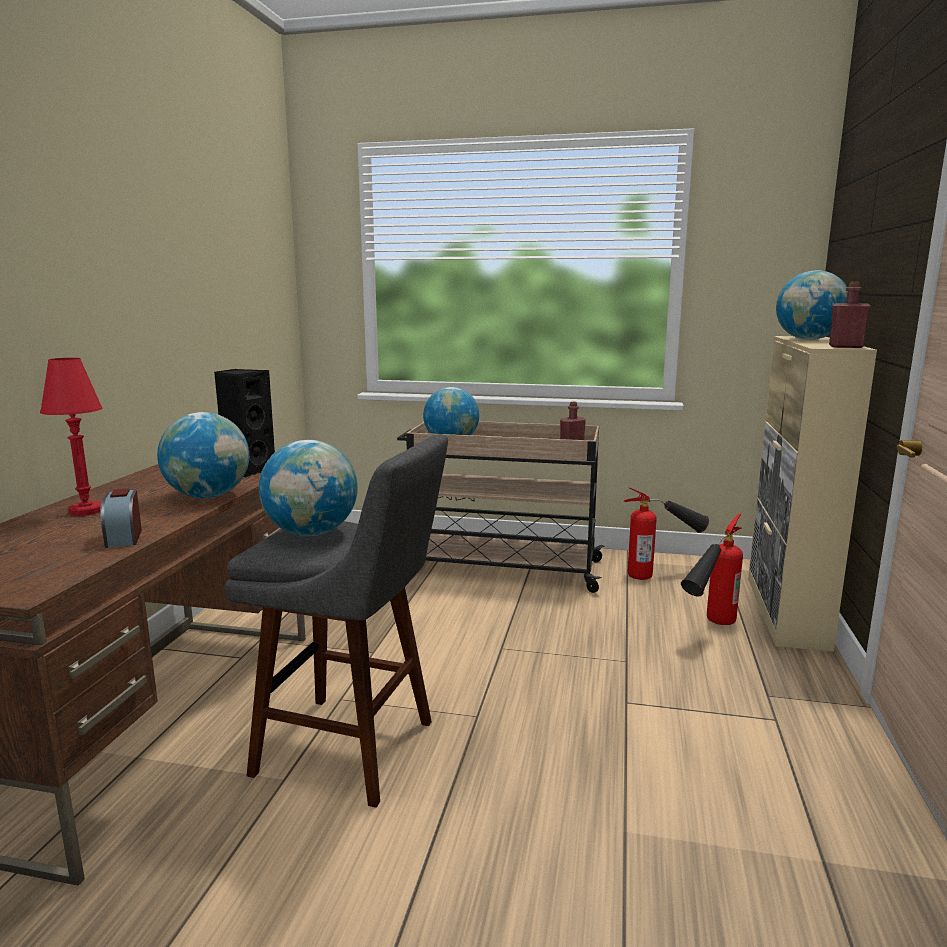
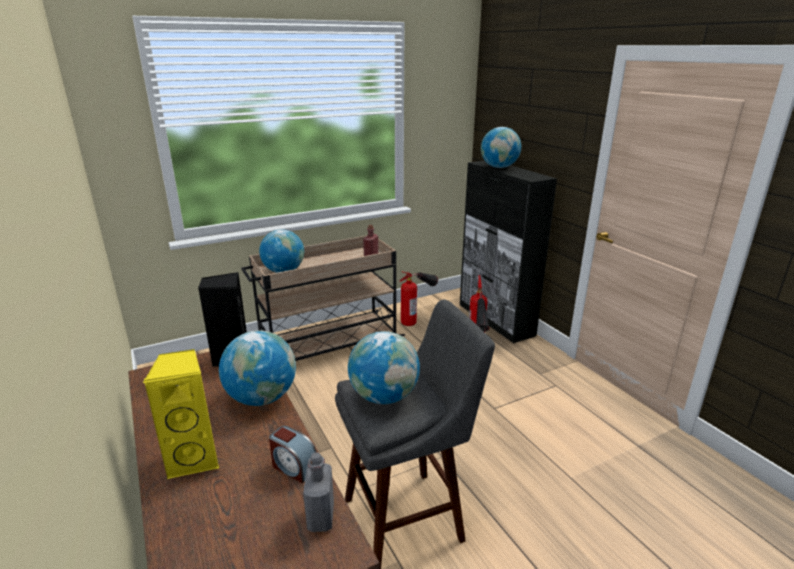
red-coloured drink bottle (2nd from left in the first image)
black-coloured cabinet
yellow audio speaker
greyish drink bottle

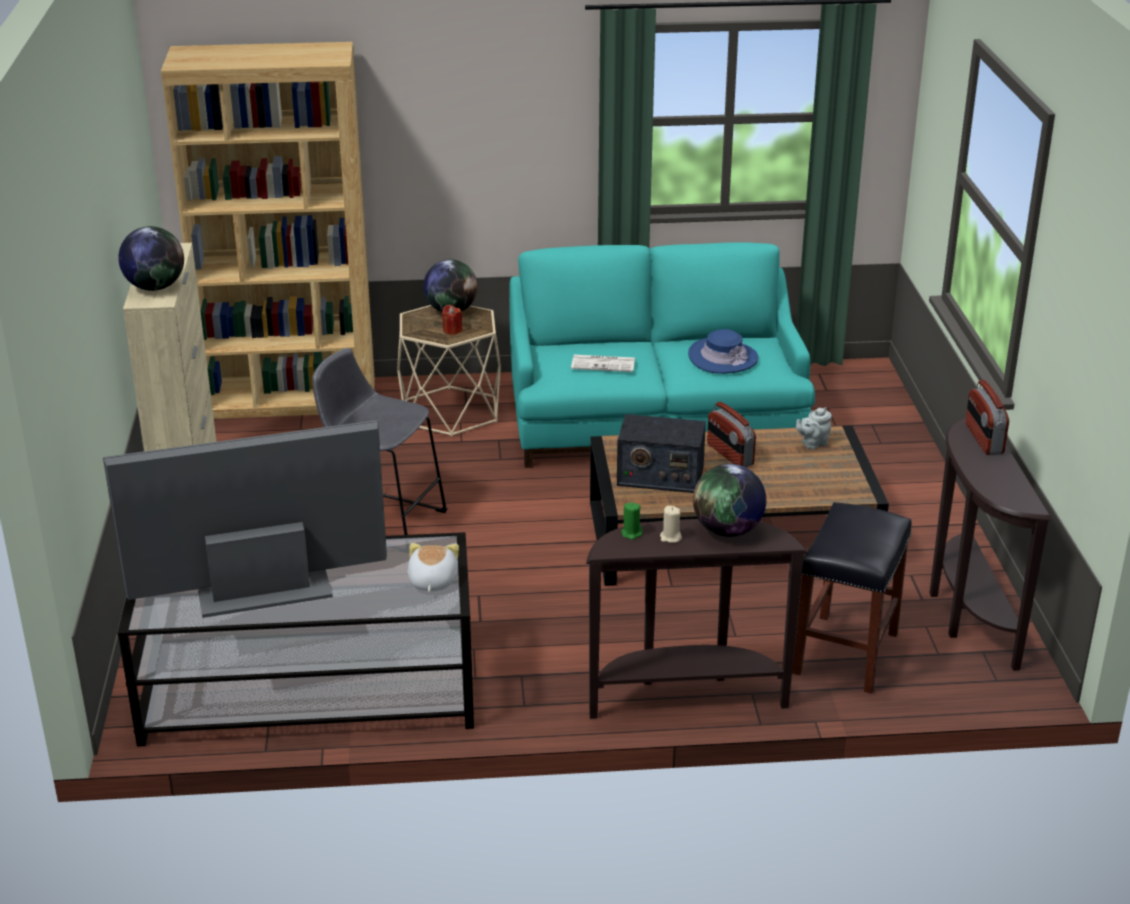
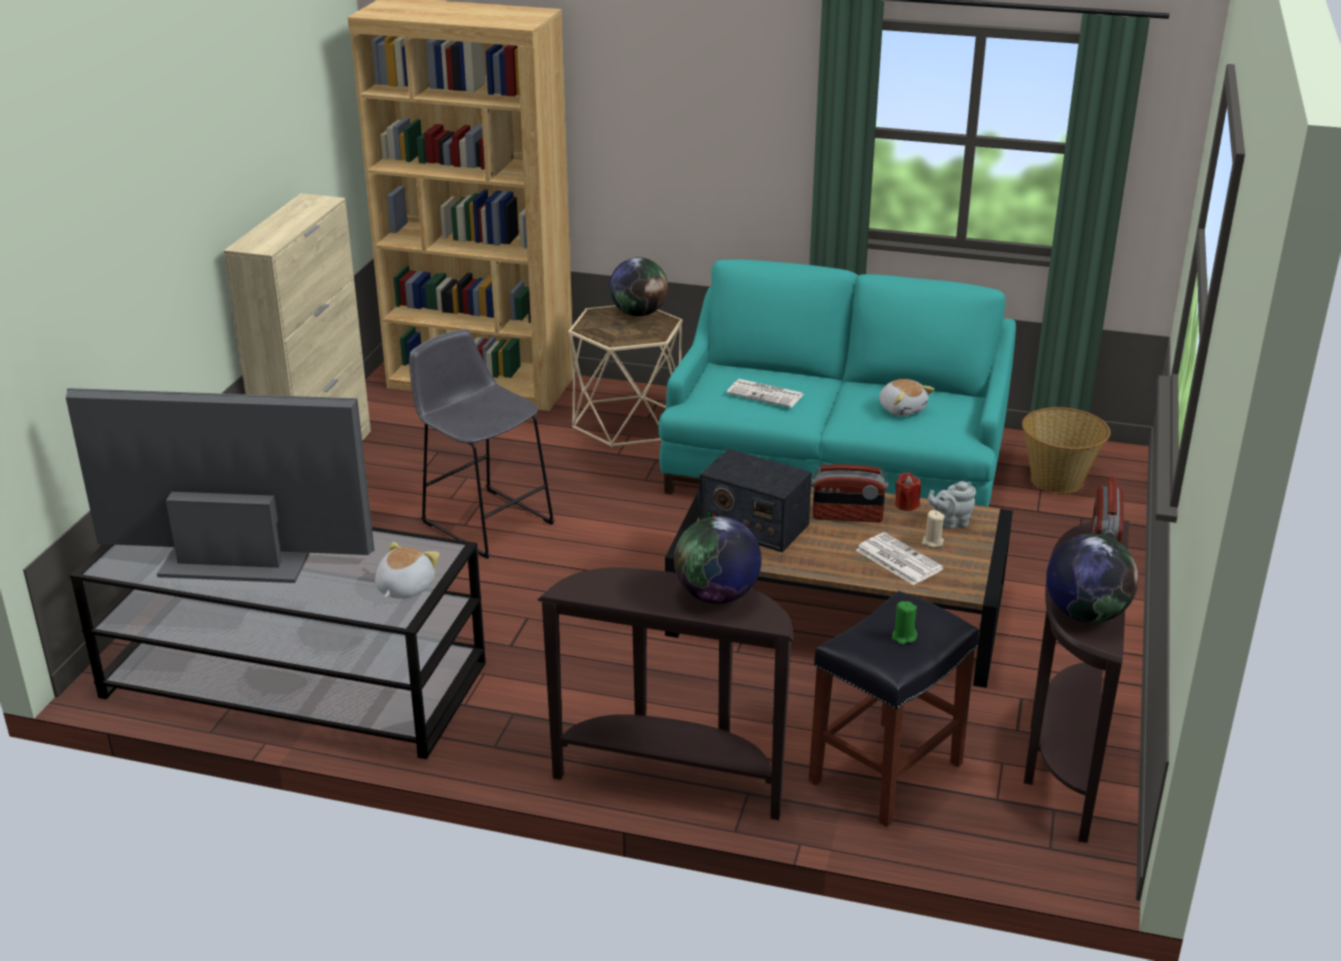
desk globe (3rd from left)
red-coloured candle
cuddly toy (2nd from left)
radio set (2nd from left)
green candle
beige candle
household basket
newspaper (2nd from left)

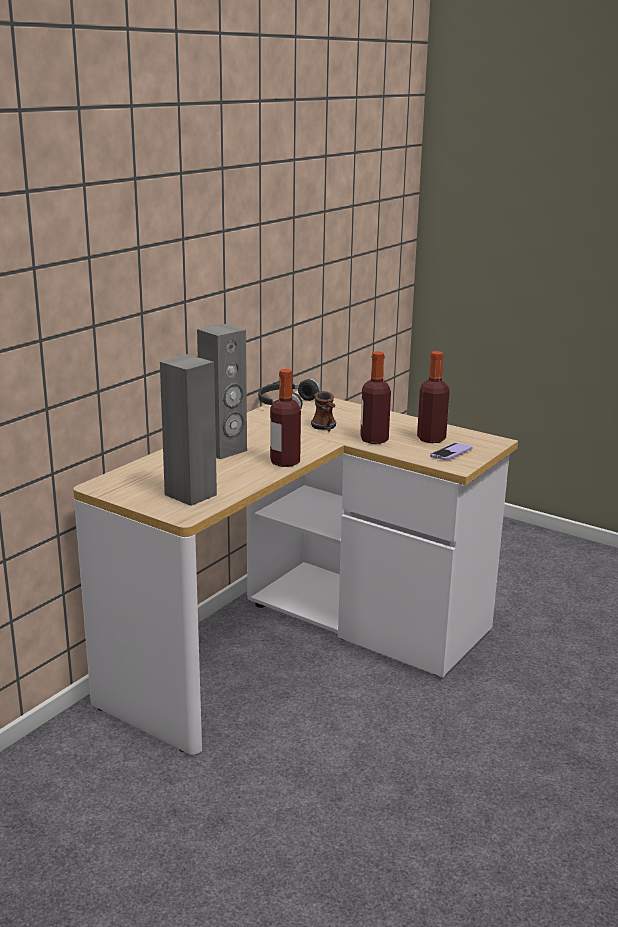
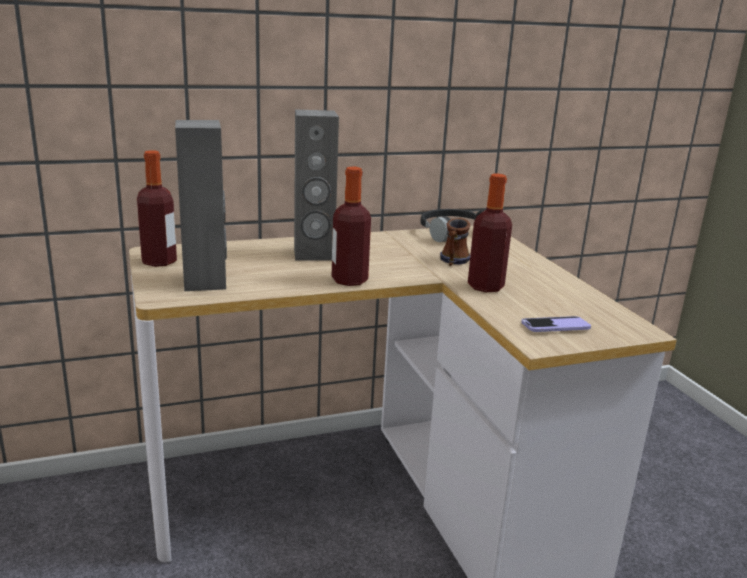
drink bottle (1st from left)

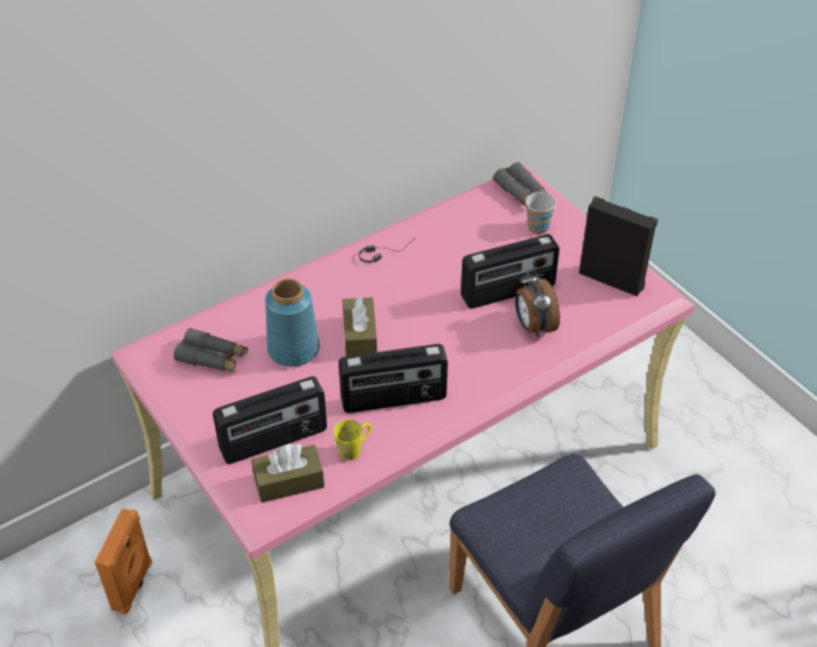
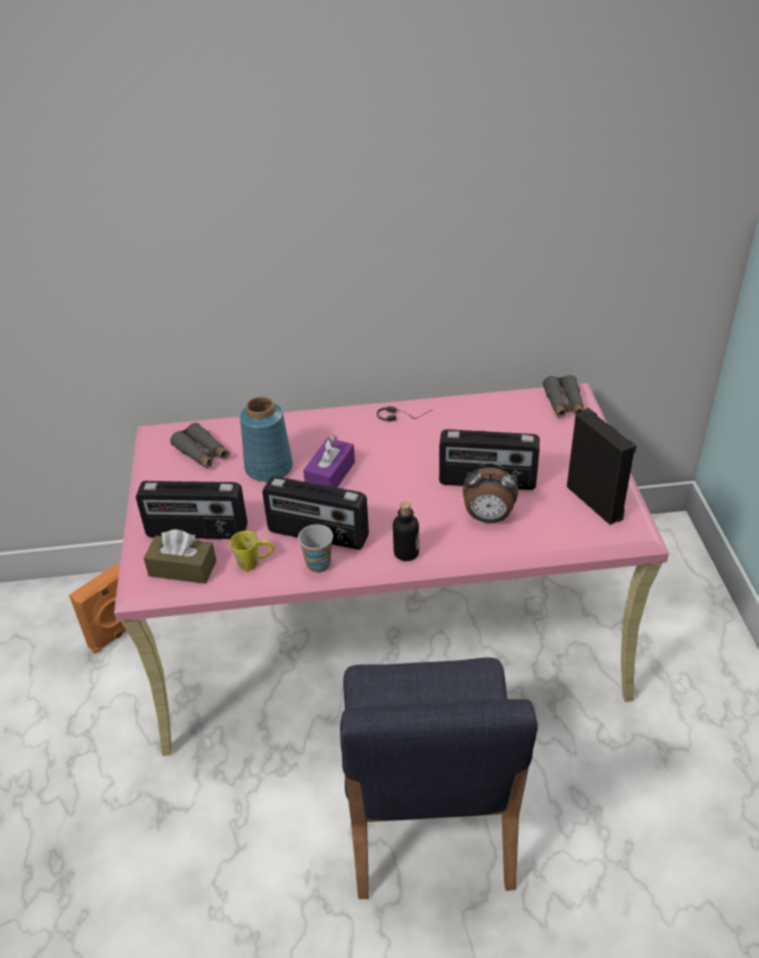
small cup
table clock
purple tissue box
drink bottle

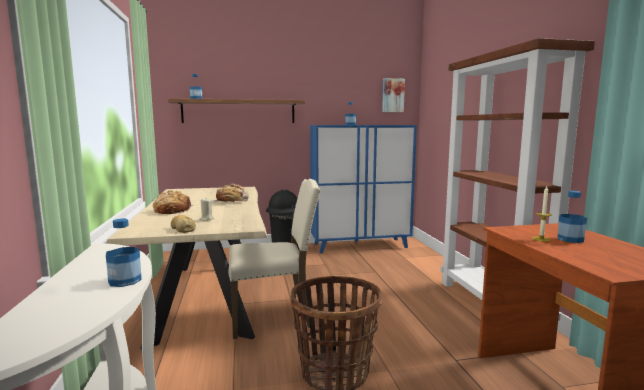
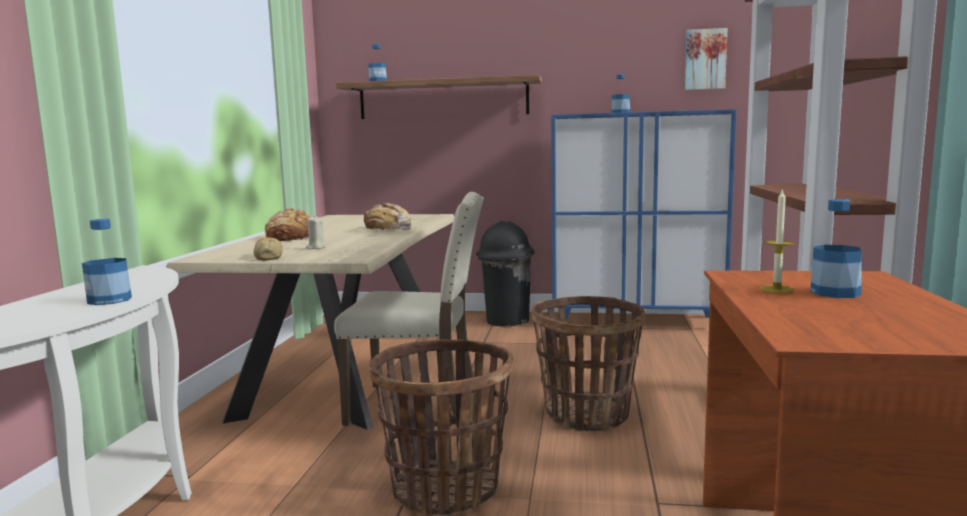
household basket (2nd from left)

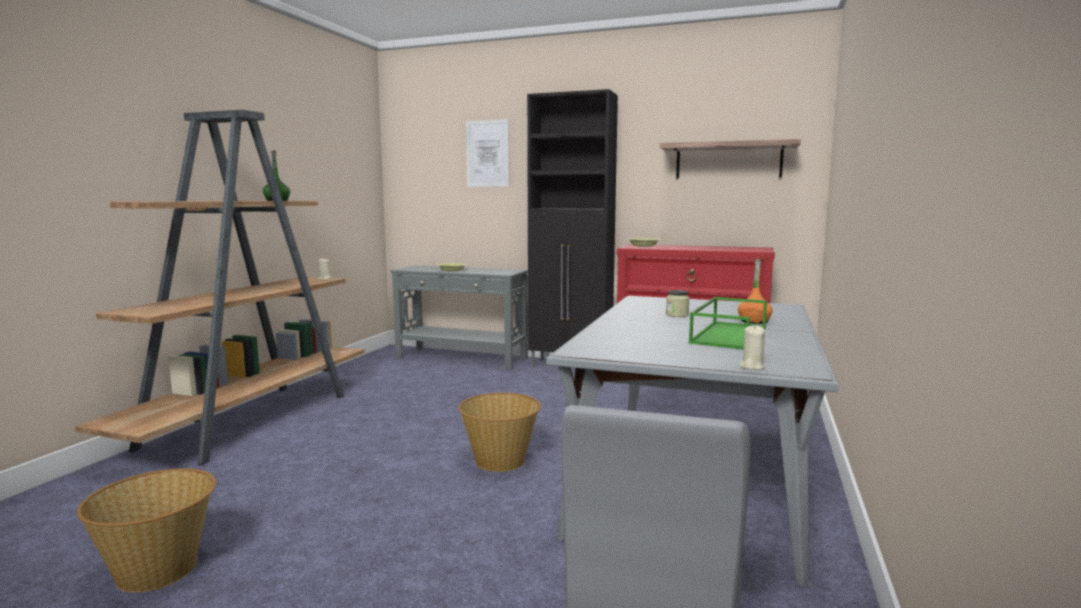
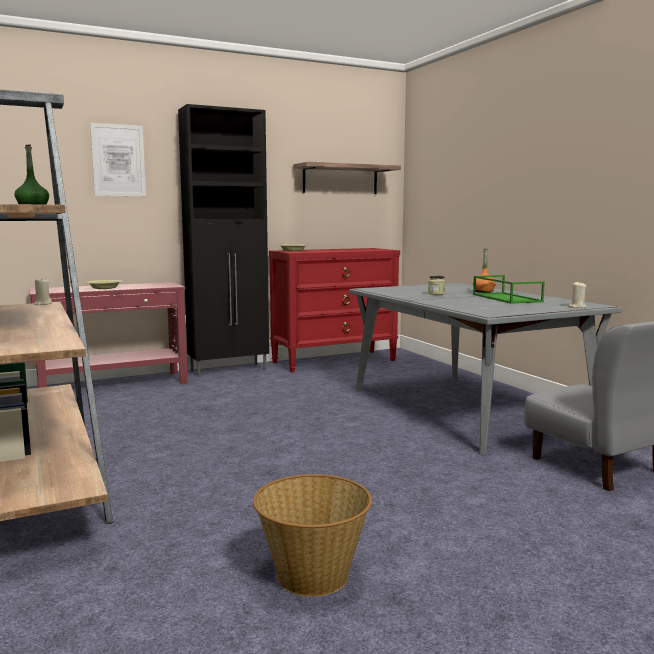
red-coloured hall table
household basket (2nd from left in the first image)

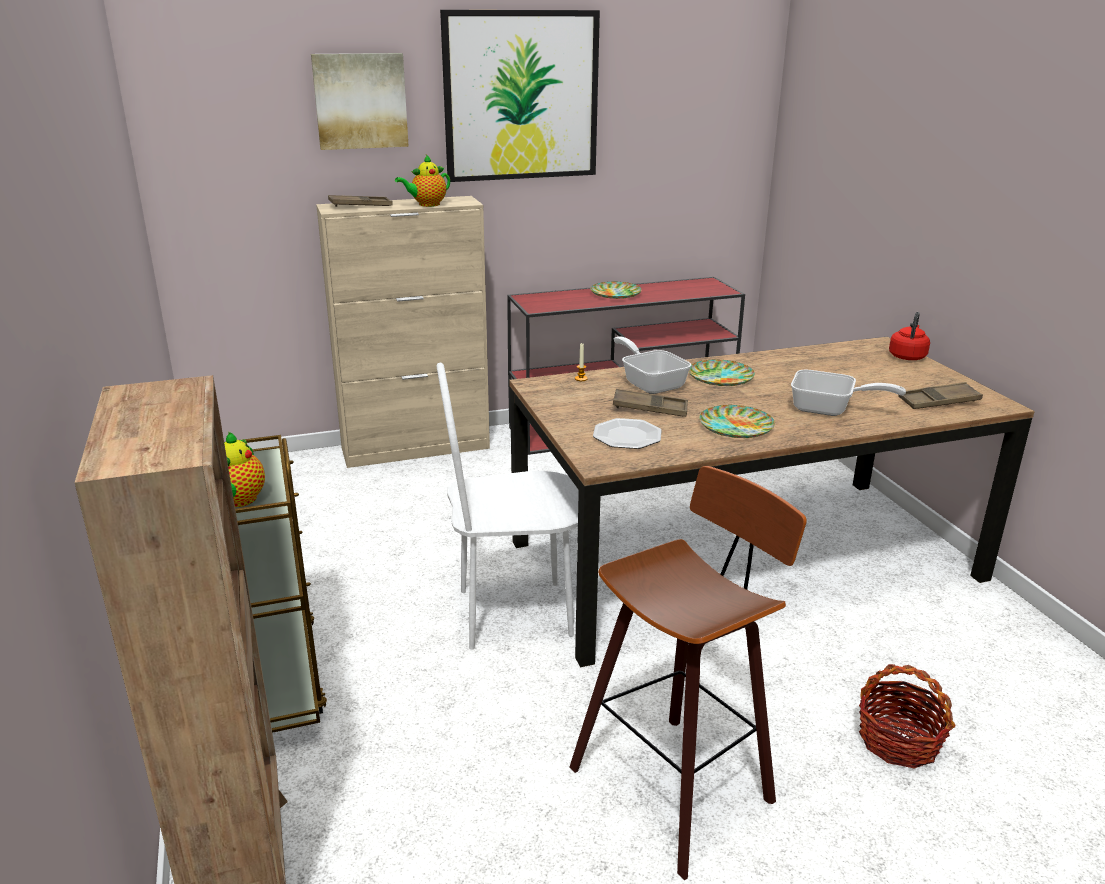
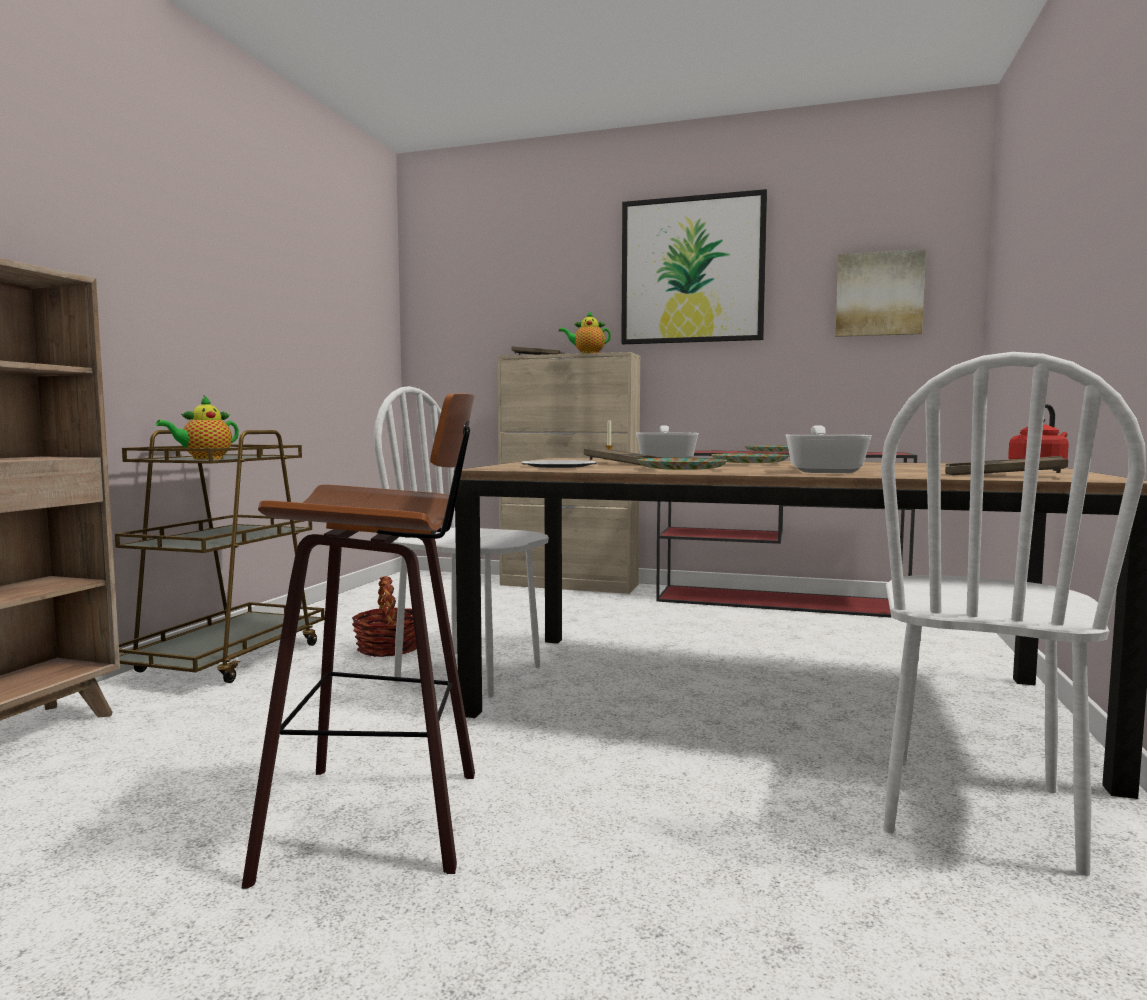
wall picture (2nd from left)
pan (2nd from left)
household basket
white-coloured chair (2nd from left)

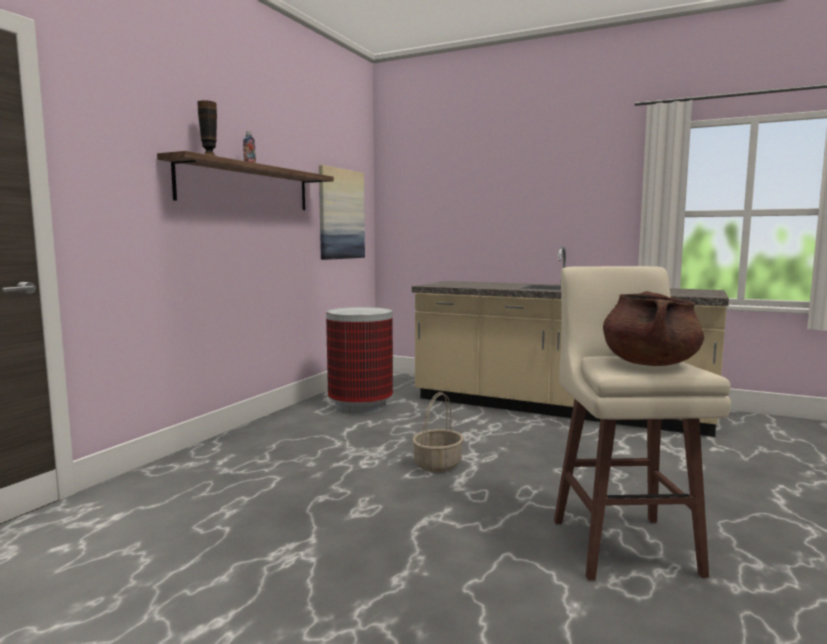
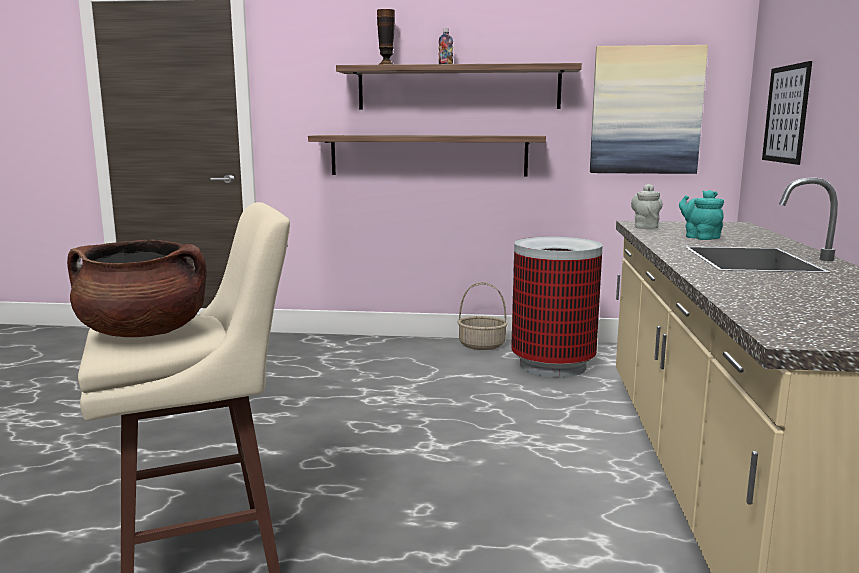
household basket
wall picture (2nd from left)
bracket shelf (1st from left)
greyish tea pot
turquoise tea pot

